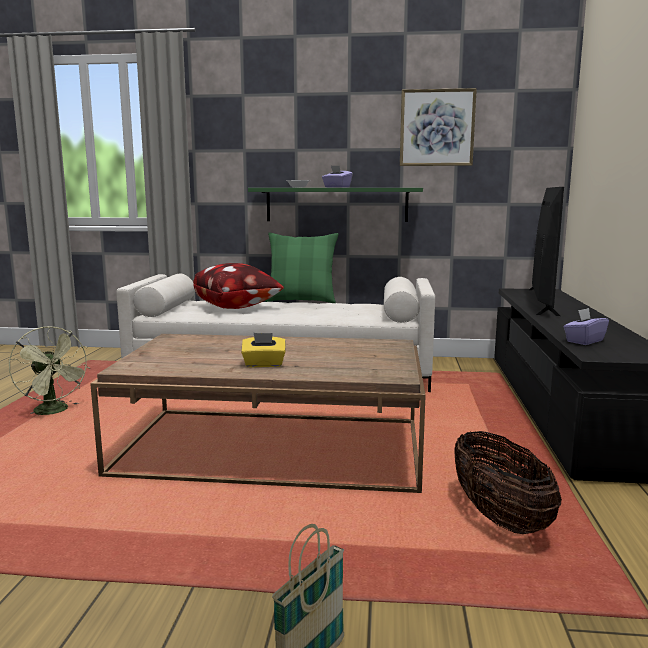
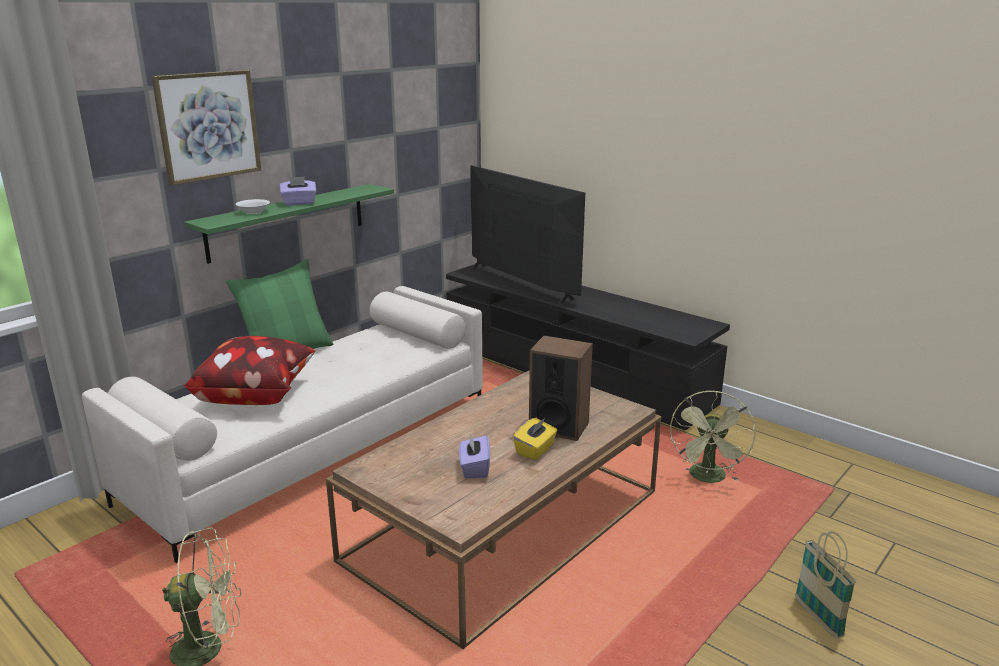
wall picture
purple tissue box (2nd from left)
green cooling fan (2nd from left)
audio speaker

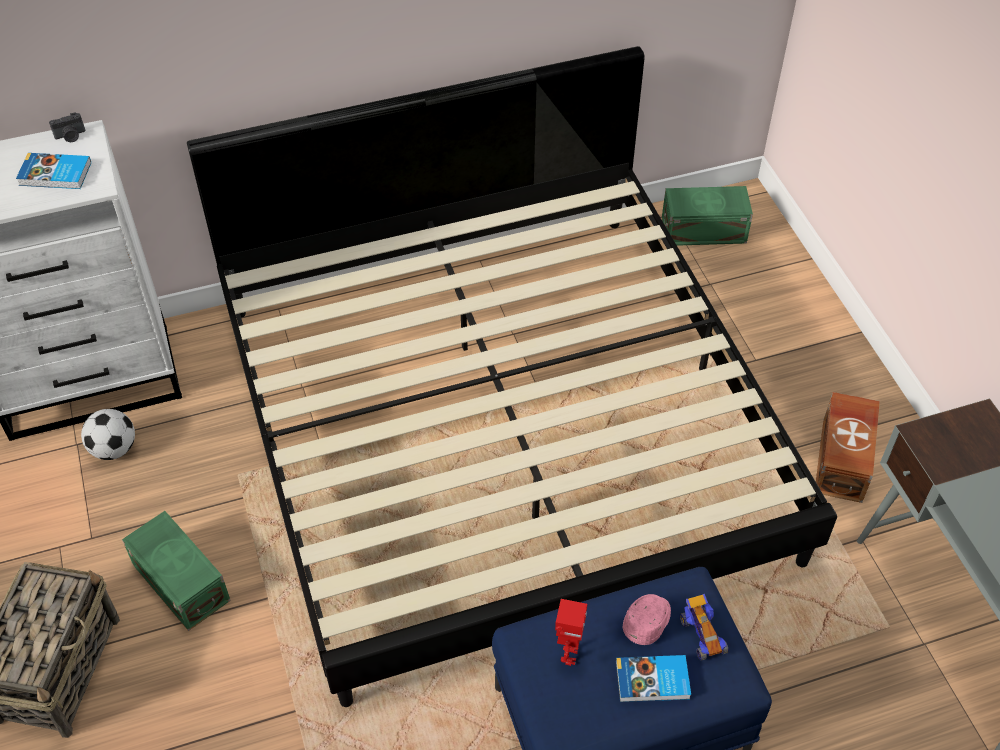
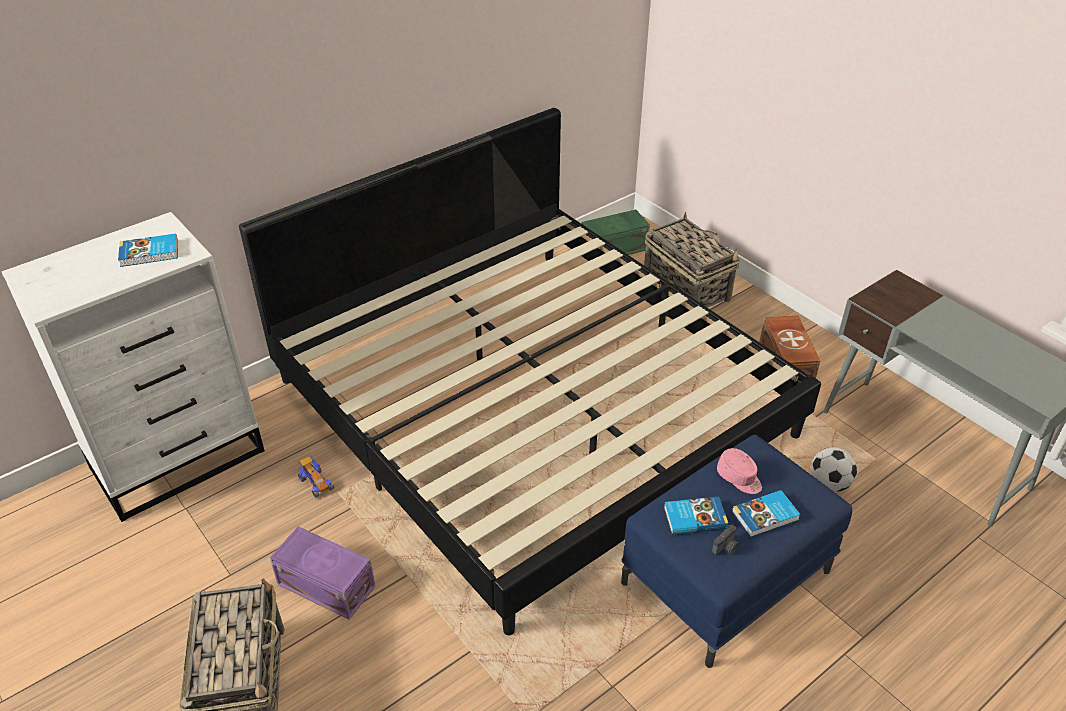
photo camera
football ball
purple storage container
pinkish cap
model car
bound book (2nd from left)
household basket (2nd from left)

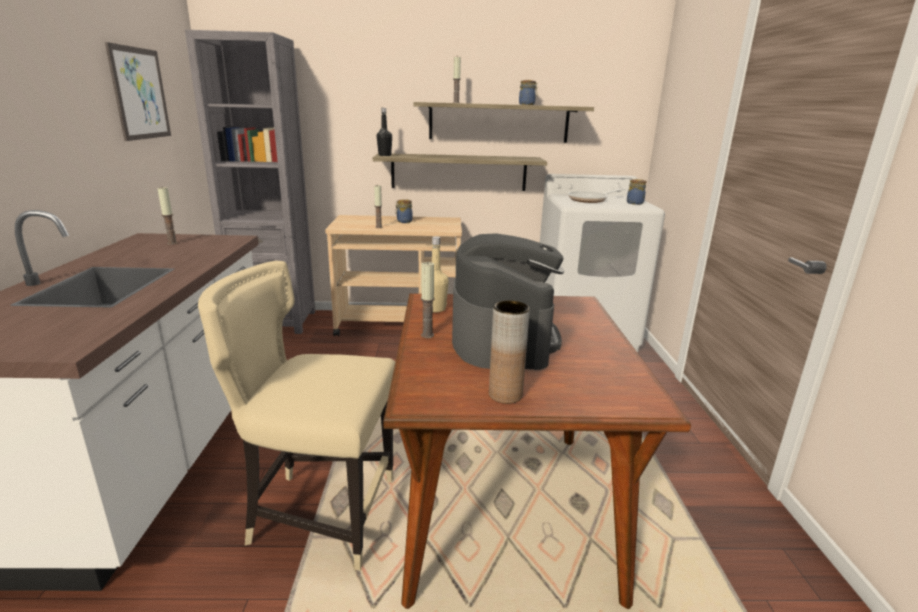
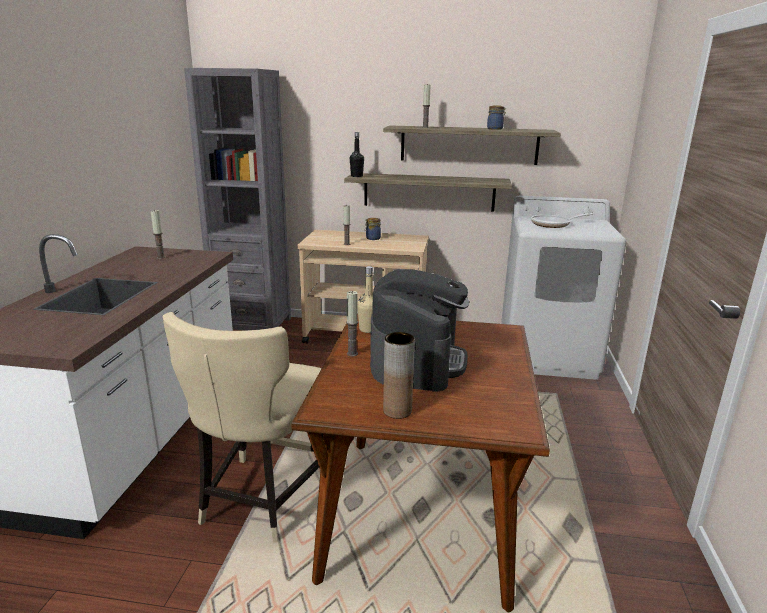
wall picture
preserve jar (3rd from left in the first image)
beige chair

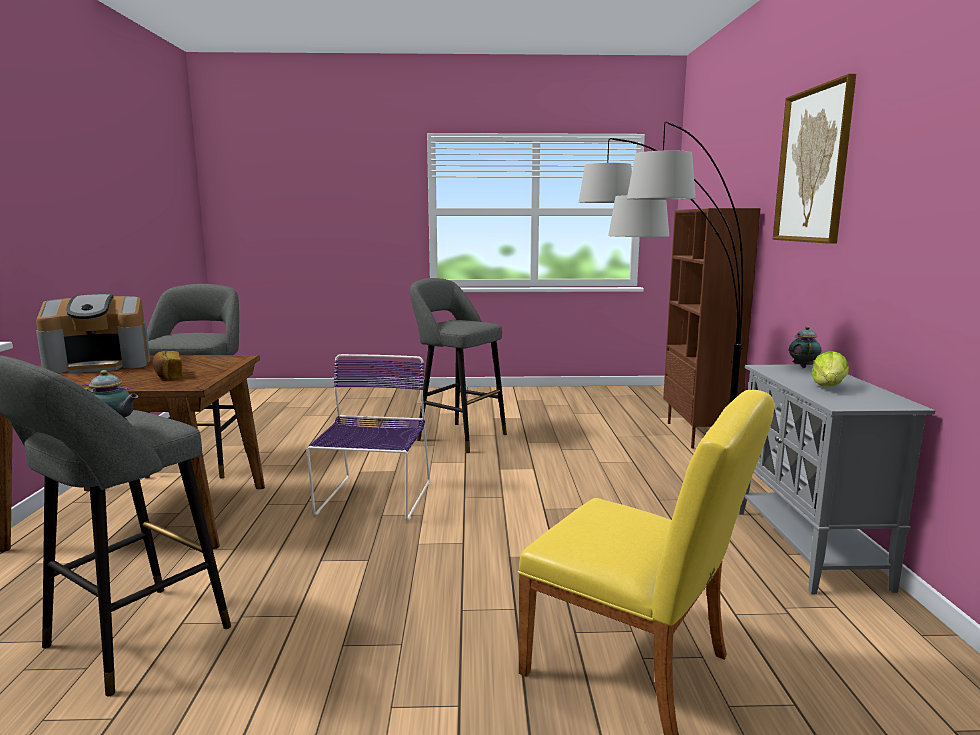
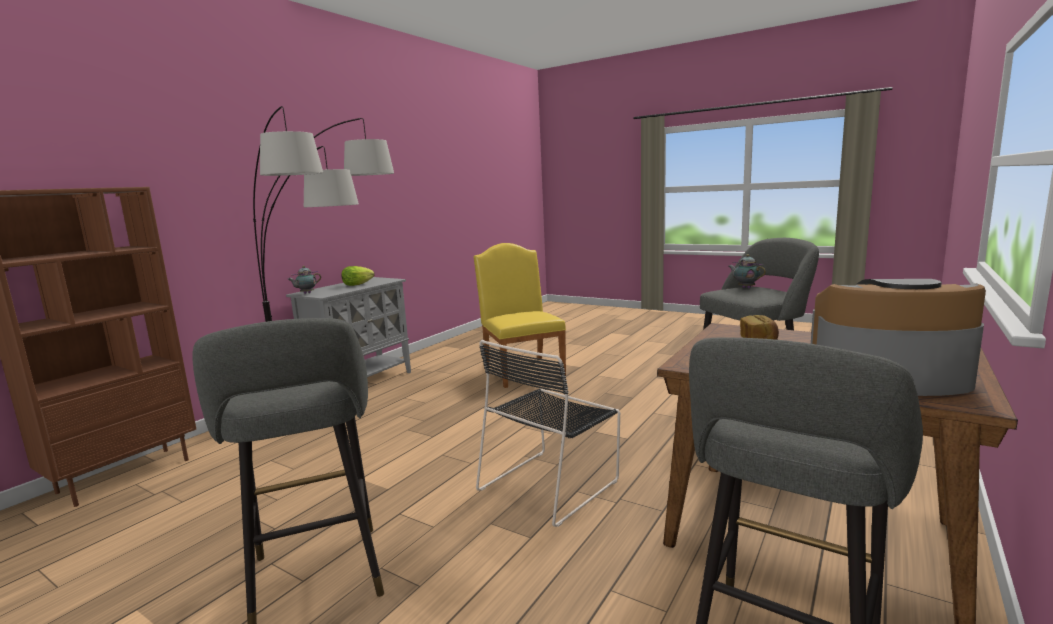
wall picture
black-coloured chair

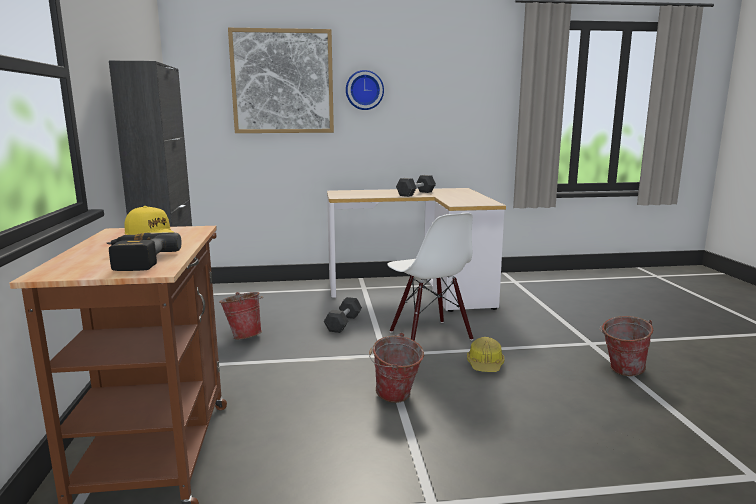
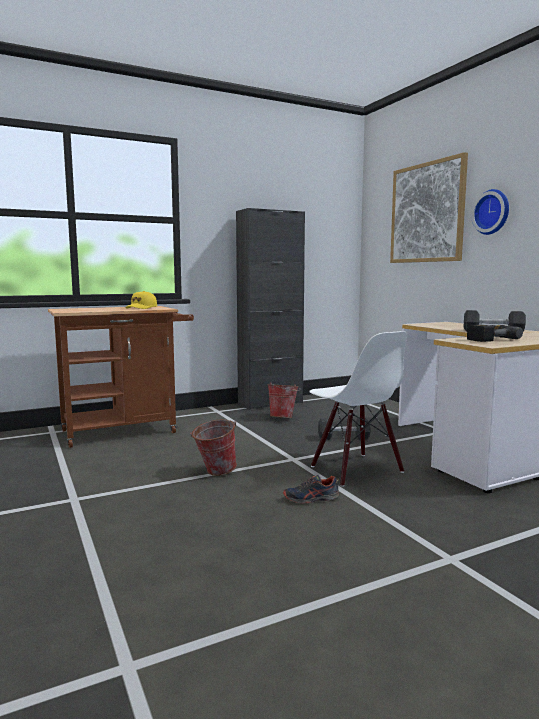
white-coloured chair
drill
water bucket (3rd from left in the first image)
item of footwear

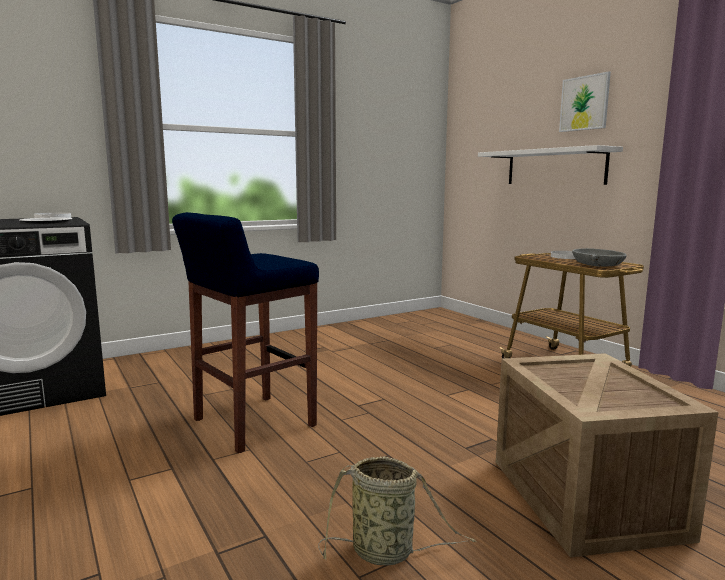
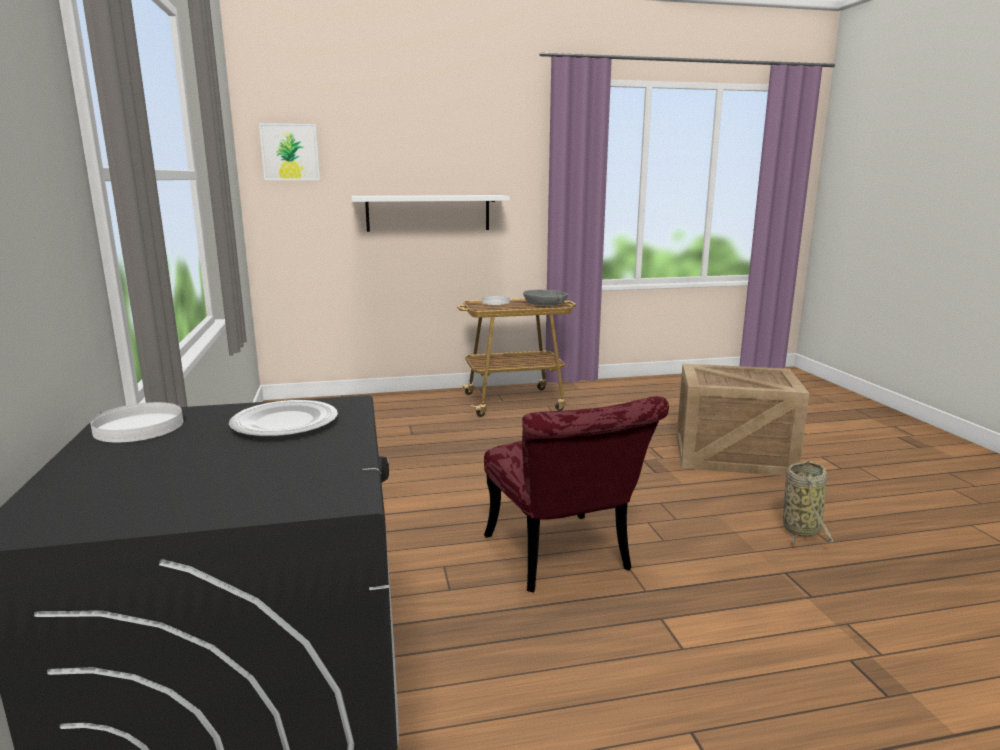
wall picture
red-coloured chair

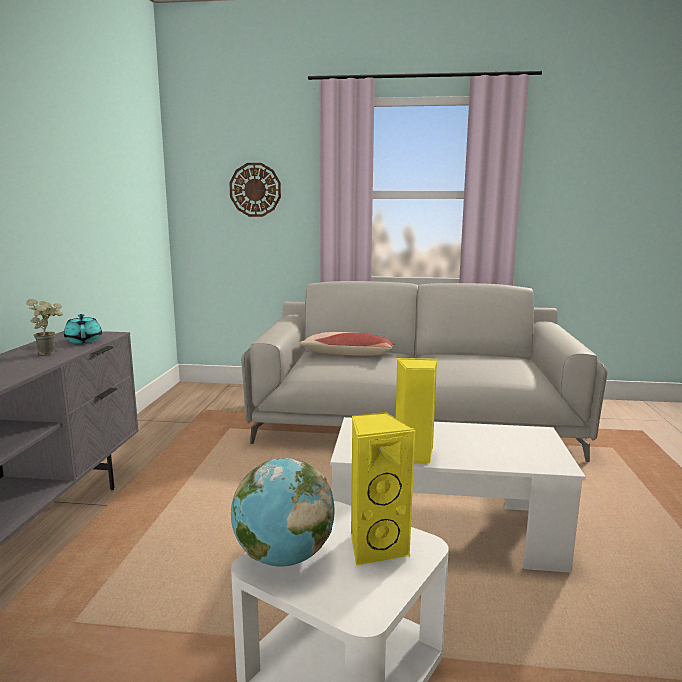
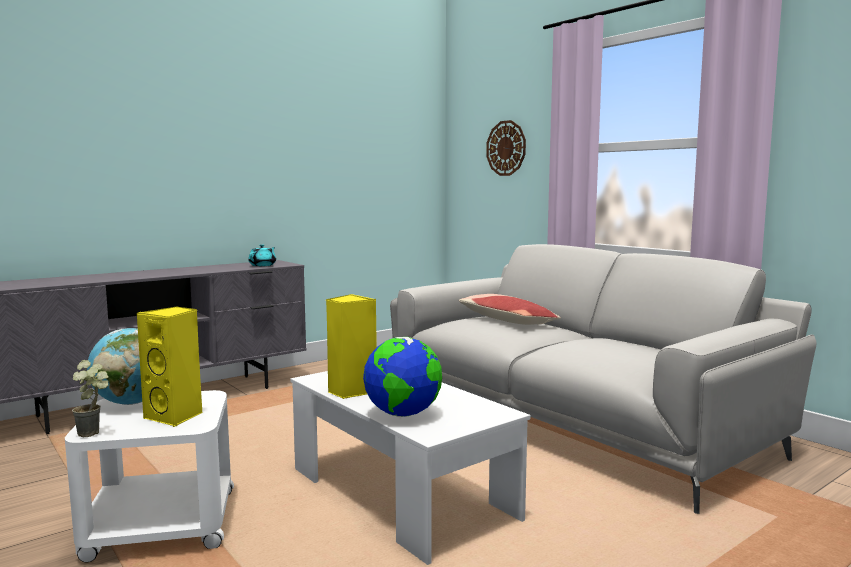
houseplant
desk globe (2nd from left)

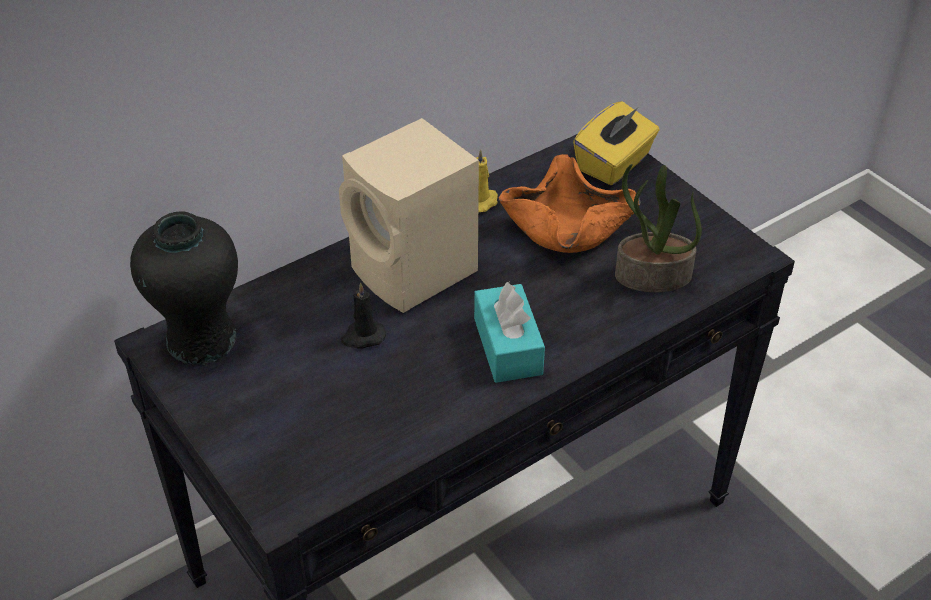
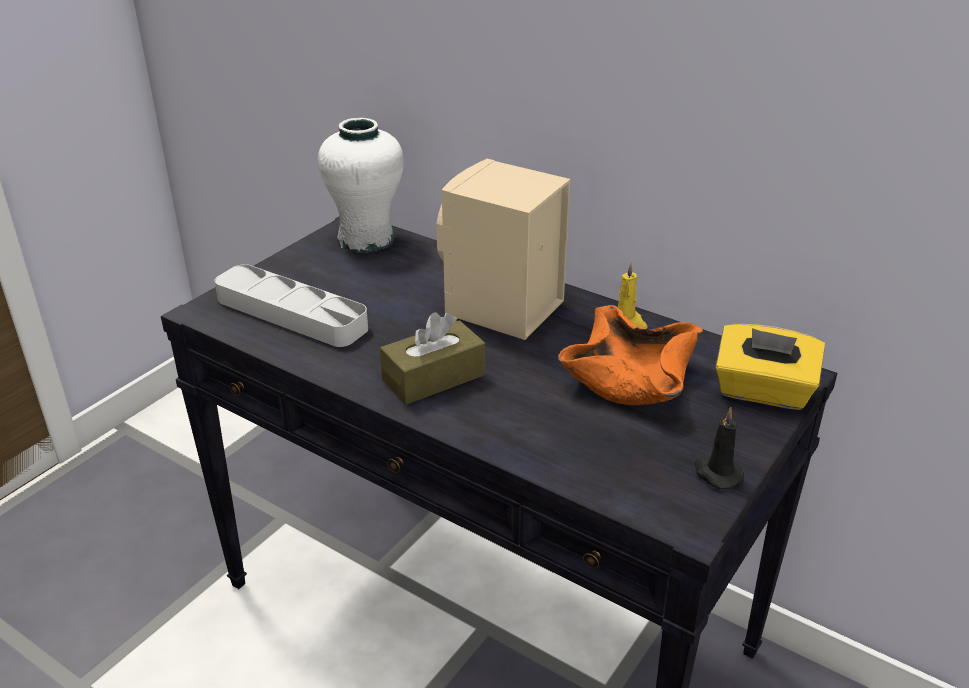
houseplant
white-coloured vase
black-coloured candle
brown-coloured tissue box
greyish tray

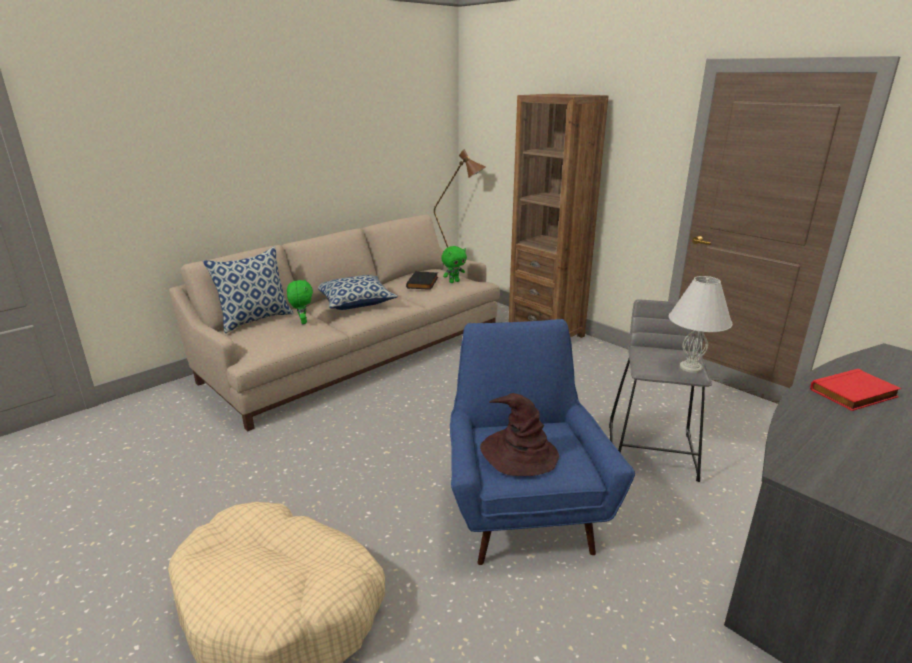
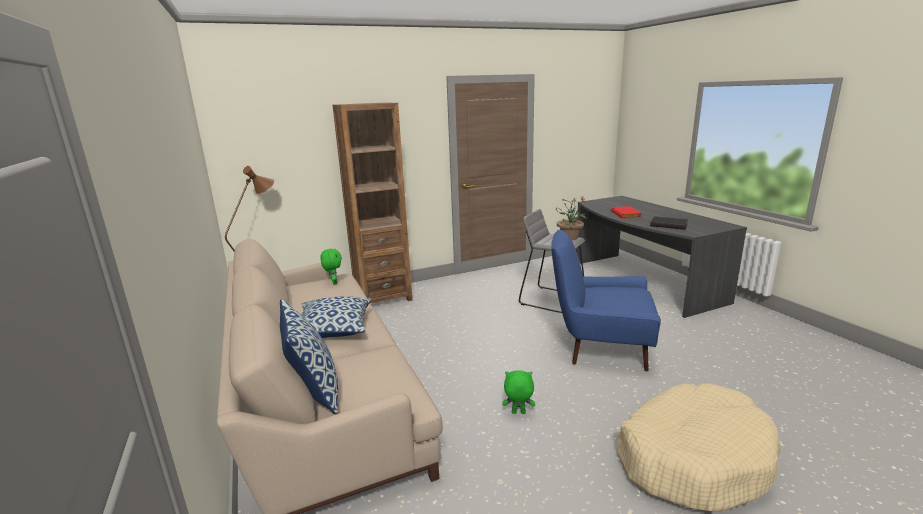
black-coloured bound book
houseplant
green cuddly toy (2nd from left)
brown-coloured clothing hat

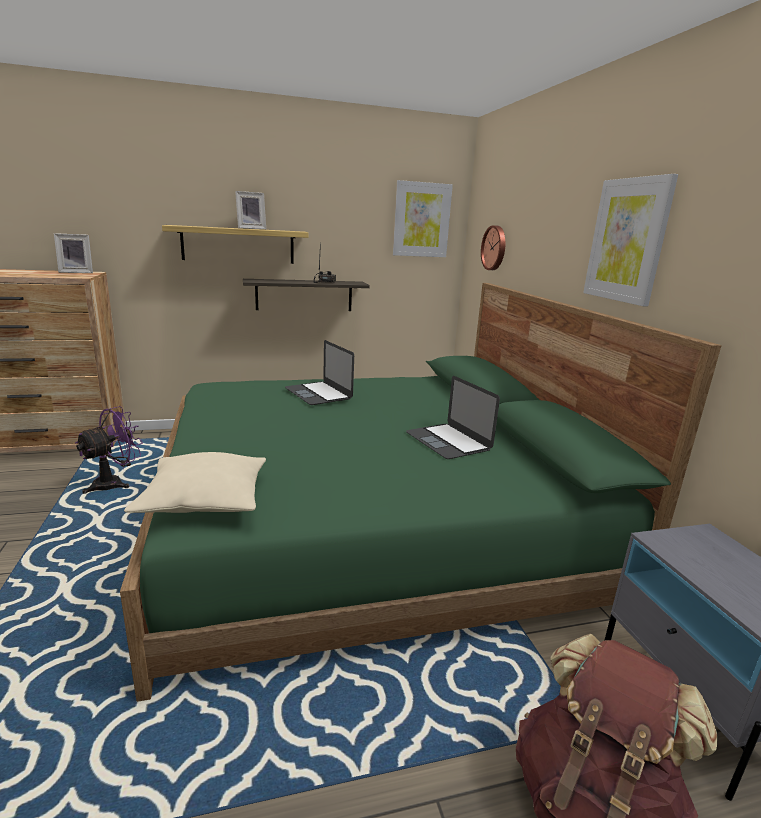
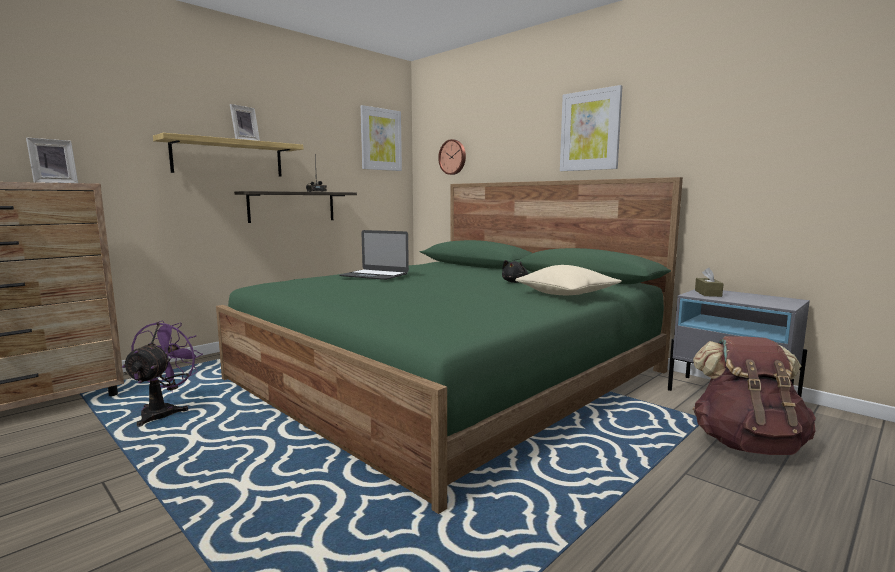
black-coloured cuddly toy
beige pillow
brown-coloured tissue box

